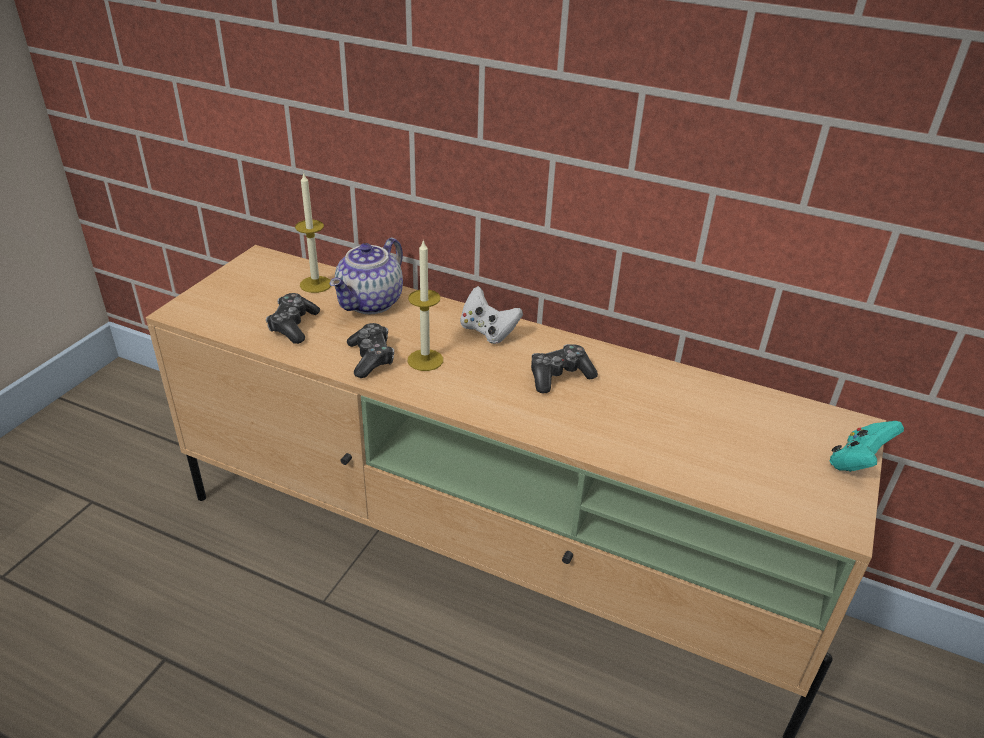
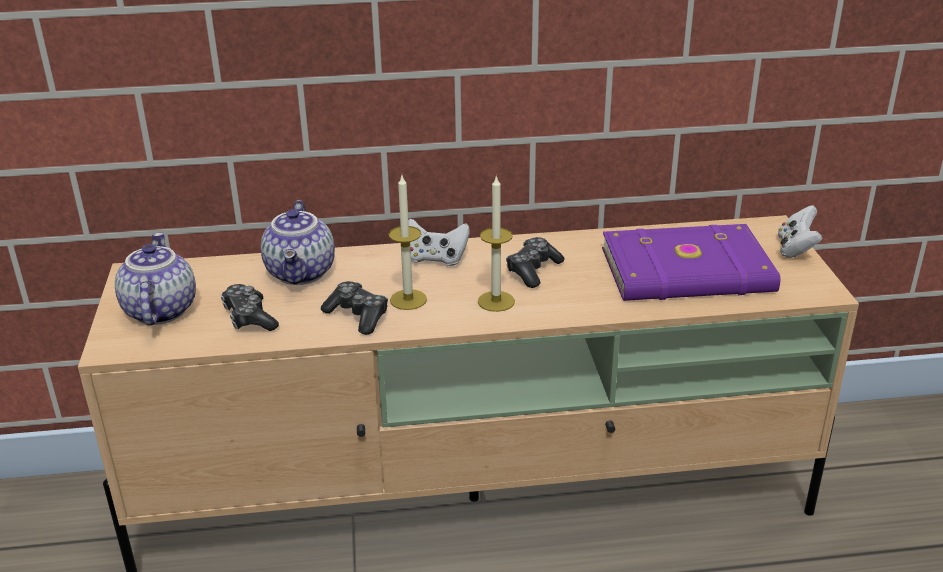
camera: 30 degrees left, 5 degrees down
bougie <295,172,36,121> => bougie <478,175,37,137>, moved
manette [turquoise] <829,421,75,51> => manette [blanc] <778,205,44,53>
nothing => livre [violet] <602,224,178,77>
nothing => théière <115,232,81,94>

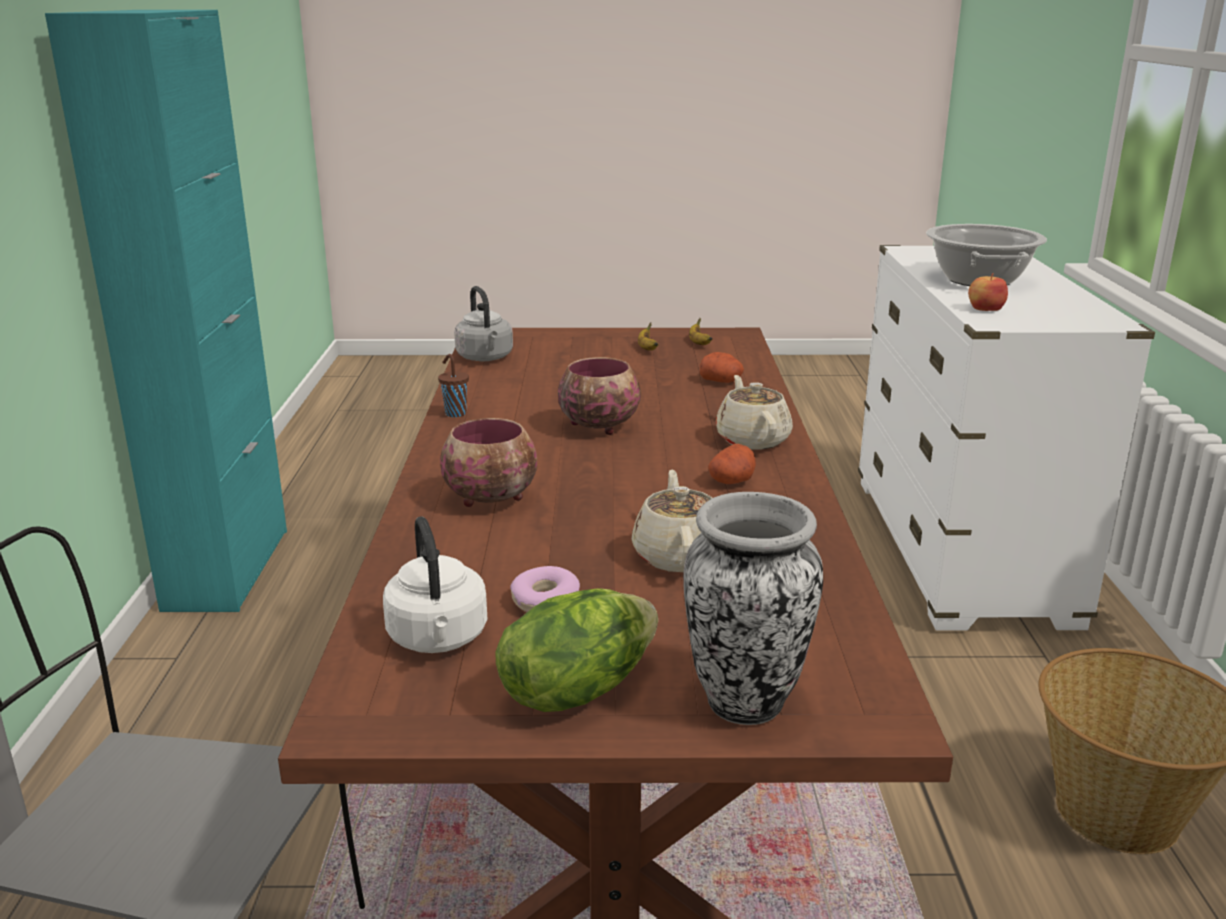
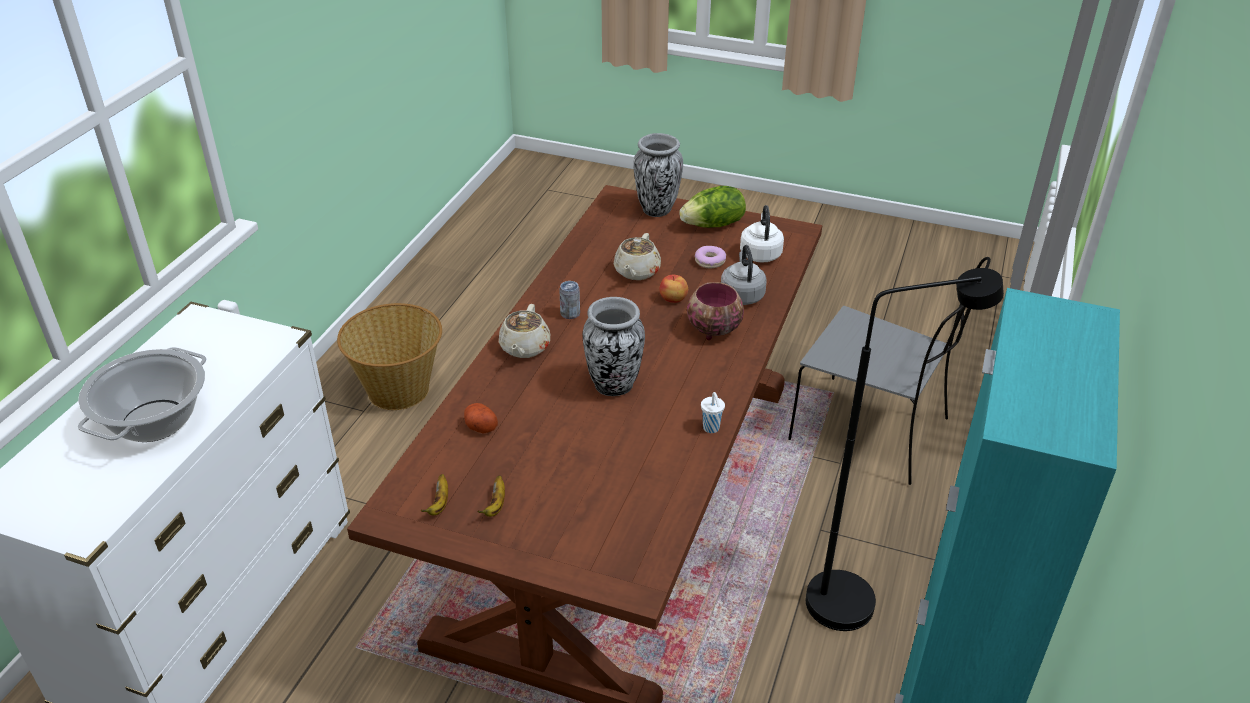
camera: 160 degrees left, 15 degrees up
pomme <968,273,40,38> => pomme <659,275,29,28>, moved
bouilloire [gris] <454,286,59,75> => bouilloire [gris] <721,245,46,60>, moved
tasse [marron] <438,354,31,63> => tasse [blanc] <701,392,24,41>
bol <558,357,83,78> => vase <583,297,62,99>
pomme de terre <708,444,48,40> => boîte métallique <559,281,21,38>
nothing => lampadaire [noir] <806,268,198,363>

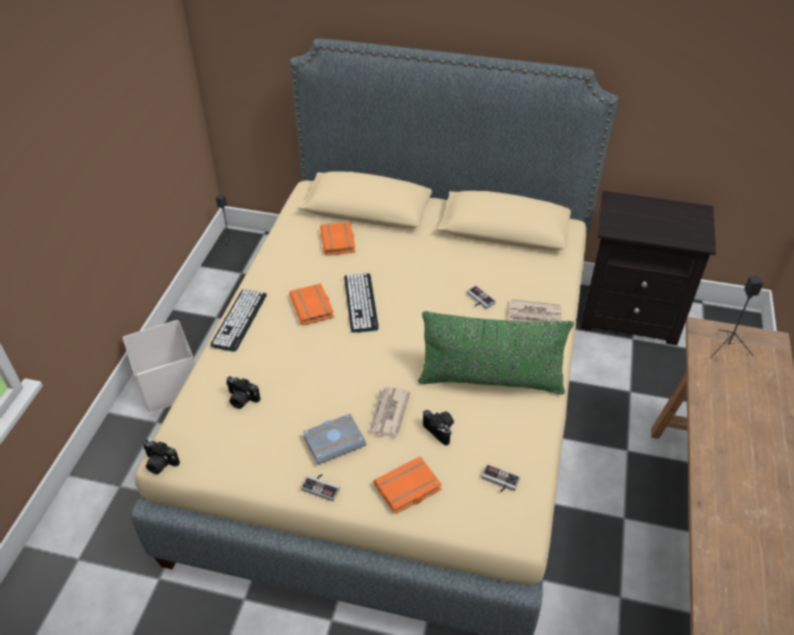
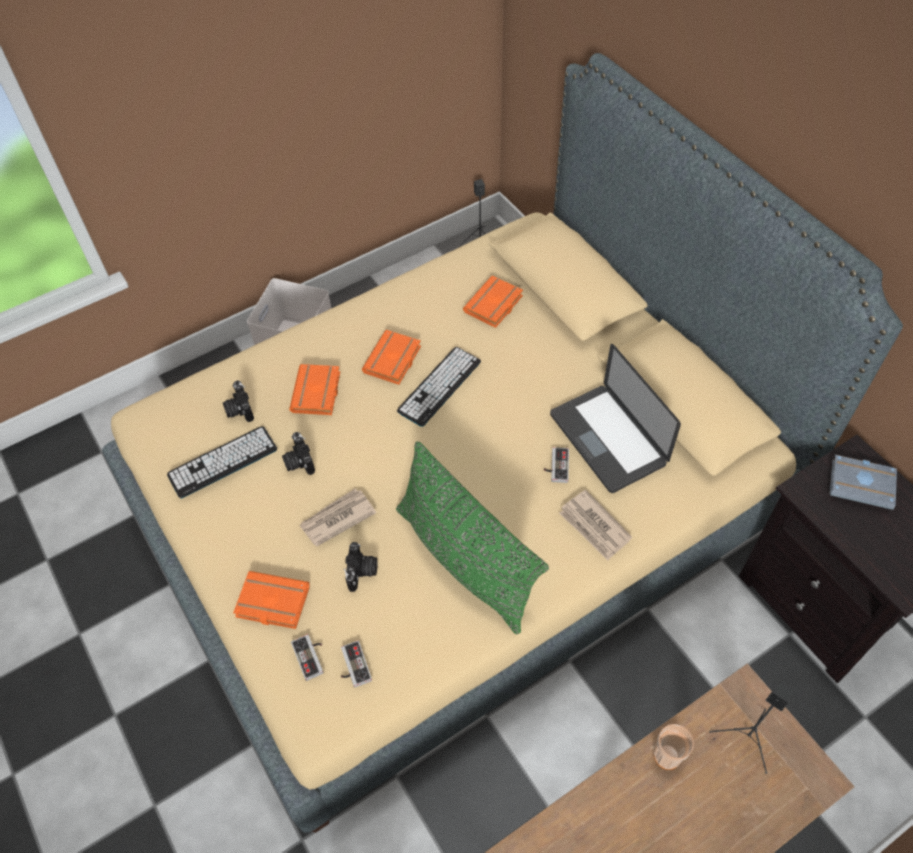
camera: 45 degrees right, 10 degrees up
clavier <210,289,57,63> => clavier <167,426,110,72>, moved
livre [gris] <303,414,63,51> => livre [gris] <829,455,68,55>, moved
appareil photo <142,439,38,35> => appareil photo <282,432,33,43>, moved
manette <301,474,39,27> => manette <291,634,32,47>, moved
nothing => ordinateur portable <550,344,131,149>
nothing => livre [orange] <289,364,51,51>
nothing => tasse <654,724,40,46>

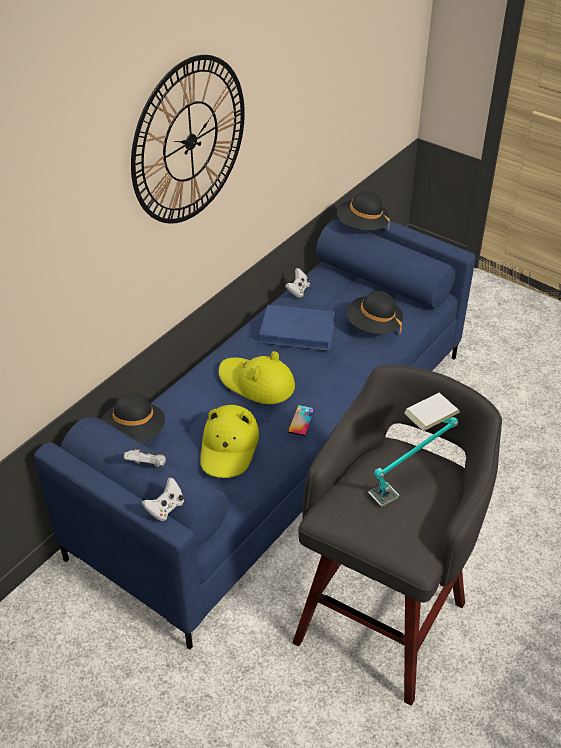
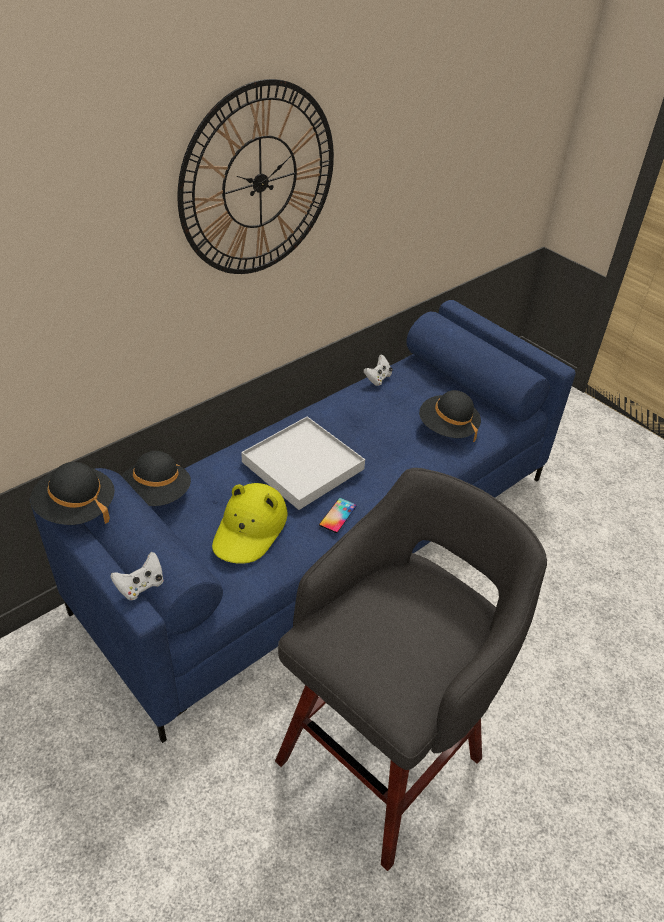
camera: 10 degrees right, 0 degrees up
chapeau [noir] <337,191,53,39> => chapeau [noir] <30,462,85,63>, moved
livre [bleu] <259,305,76,46> => nothing
chapeau [jaune] <219,351,76,53> => plateau [blanc] <241,416,124,94>
lampe de table <368,393,92,114> => nothing
manette [blanc] <123,447,43,20> => nothing

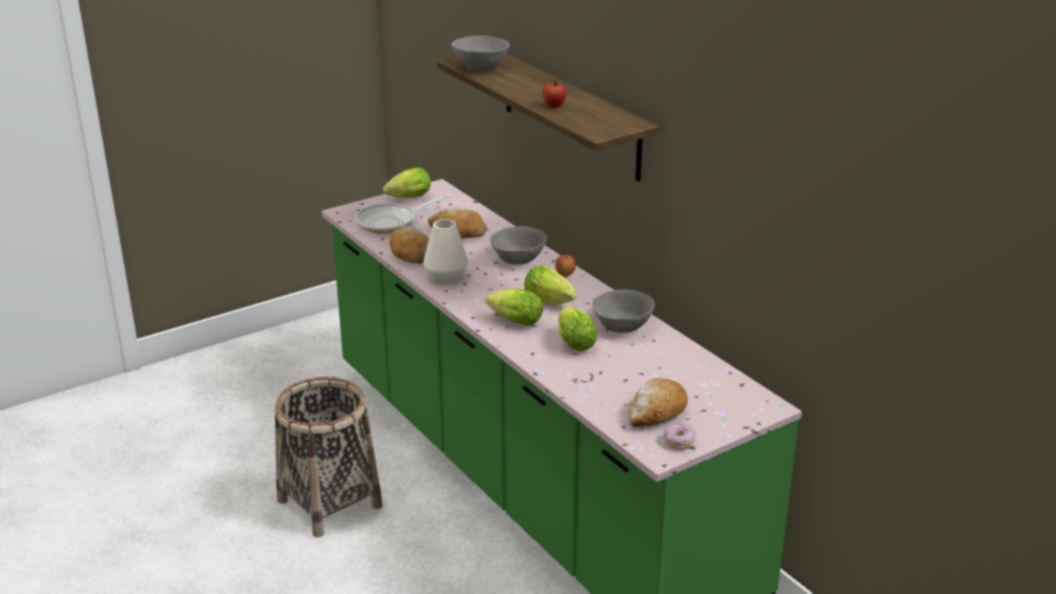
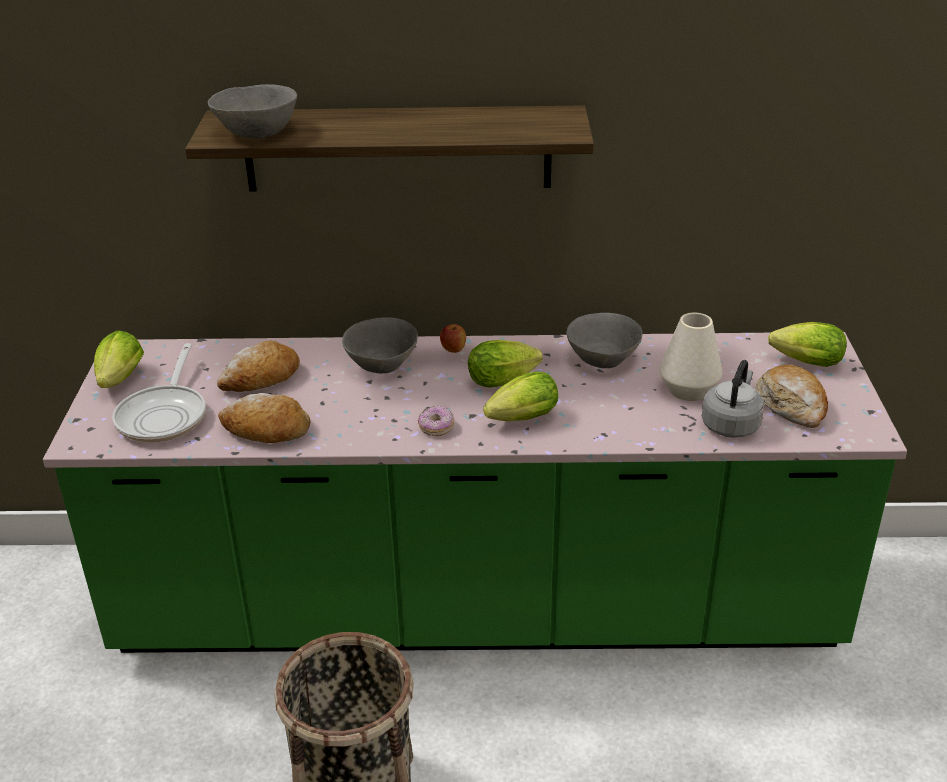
camera: 55 degrees left, 5 degrees up
pomme <542,79,25,29> => nothing
vase [blanc] <423,219,45,65> => vase [blanc] <660,312,62,89>, moved
laitue <558,306,39,45> => laitue <768,322,79,45>, moved
beignet <664,424,32,25> => beignet <418,405,36,31>, moved
nothing => bouilloire [gris] <702,360,62,78>

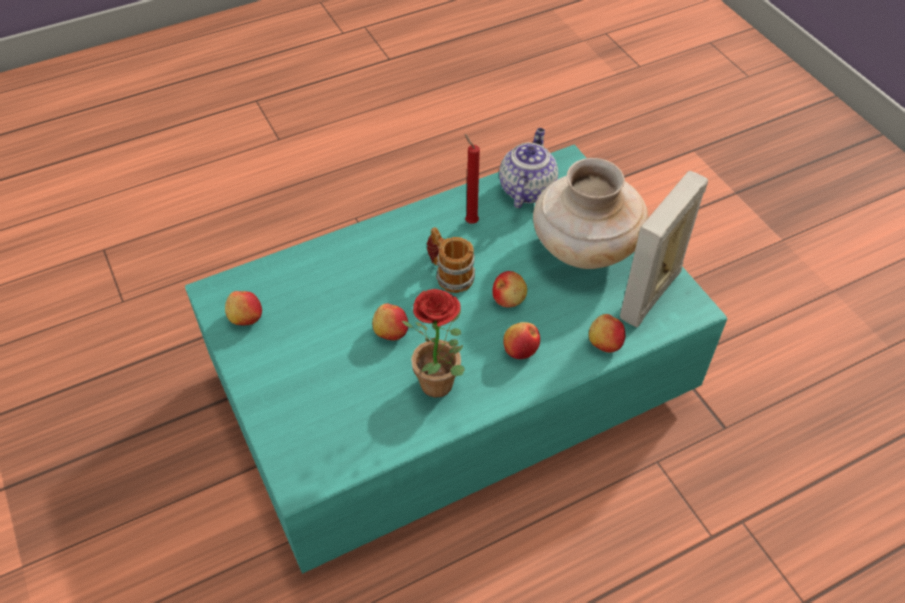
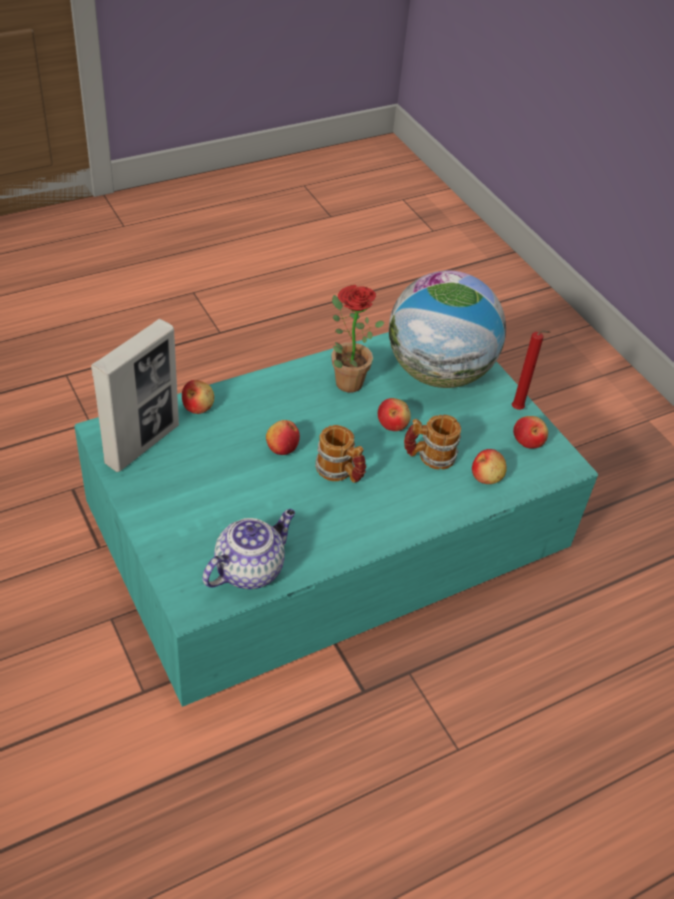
camera: 175 degrees right, 5 degrees down
théière <499,128,59,80> => théière <202,509,93,80>, 150 degrees counterclockwise
bougie [rouge] <464,134,16,90> => bougie [rouge] <512,330,38,80>, moved
vase [beige] <533,158,115,111> => nothing
pomme <504,322,36,37> => pomme <472,449,35,35>, moved
nothing => globe <389,270,117,118>
nothing => mug <404,415,57,55>

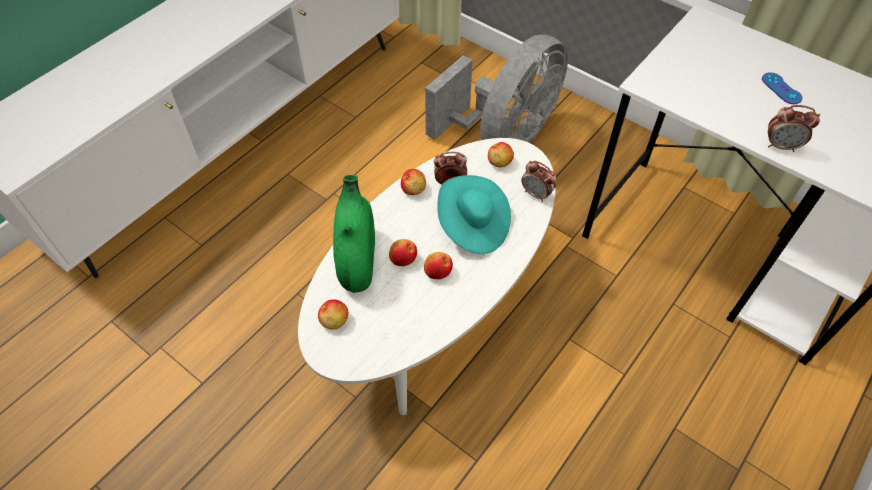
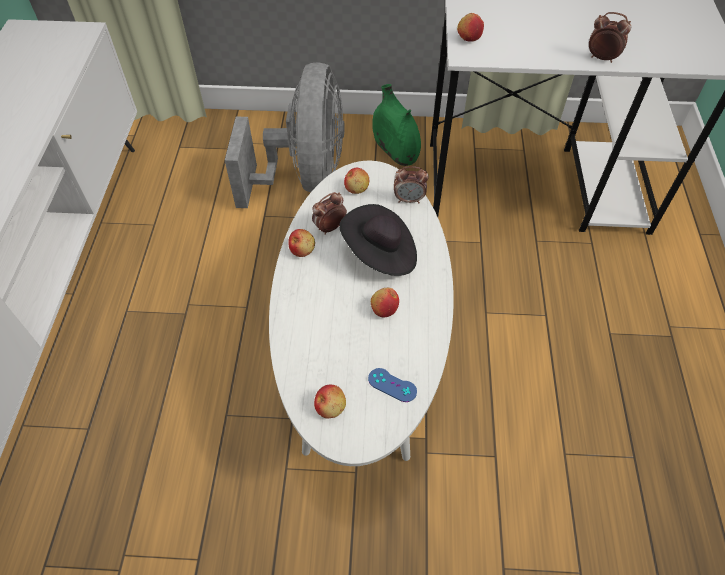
camera: 35 degrees left, 0 degrees up
manette [bleu] <762,72,40,32> => manette [bleu] <368,368,49,34>, moved
réveil <768,105,52,47> => réveil <589,12,42,51>, 135 degrees counterclockwise
vase [vert] <333,175,42,118> => vase [vert] <372,84,49,82>, moved
chapeau [turquoise] <437,175,74,79> => chapeau [noir] <339,204,78,72>
pomme <389,239,28,27> => pomme <457,13,27,29>, moved

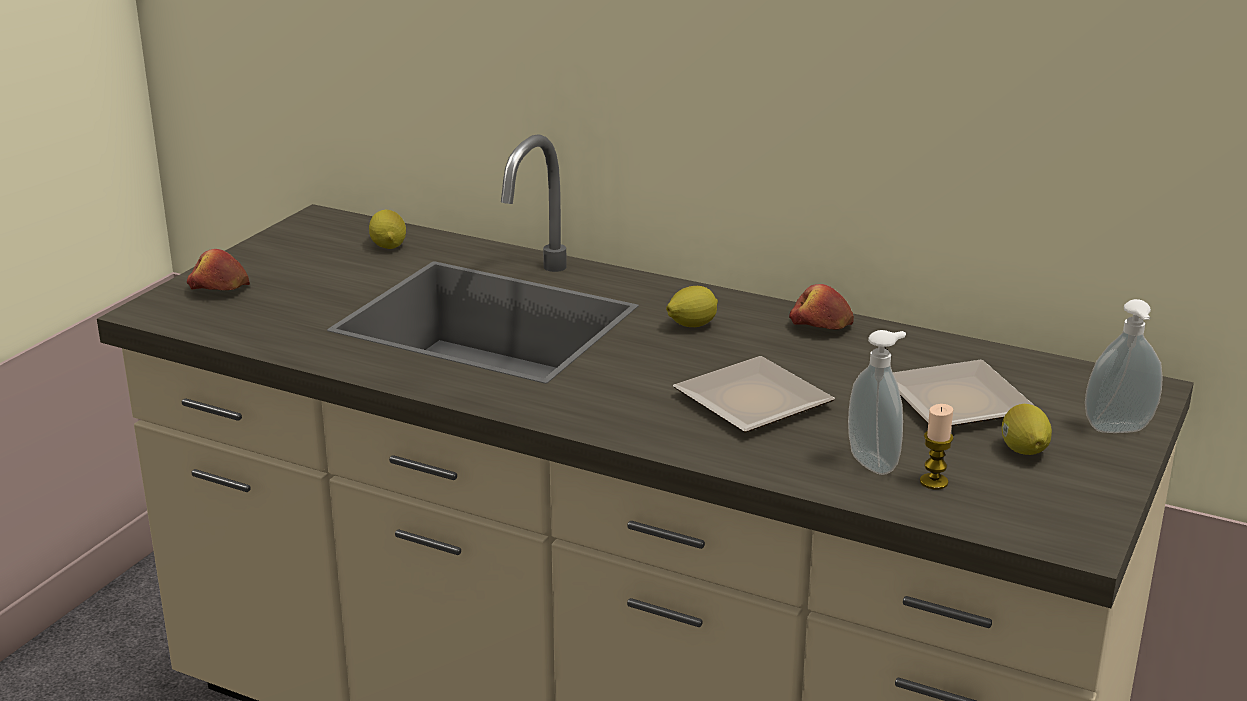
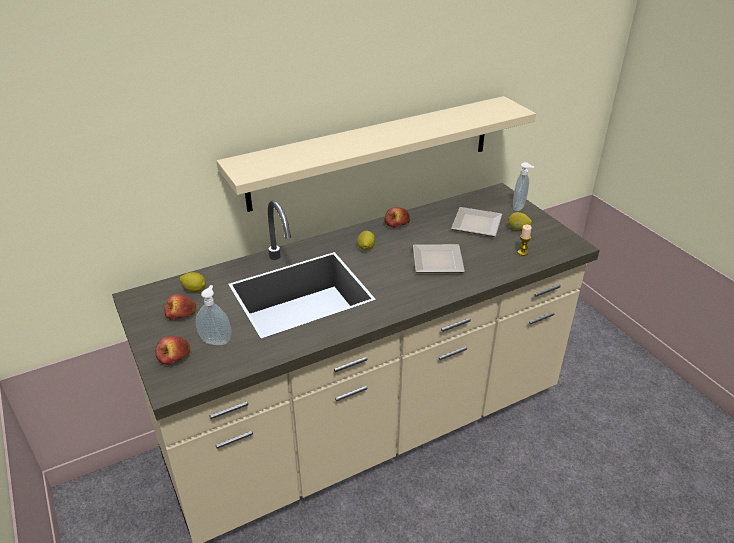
camera: 55 degrees left, 10 degrees up
distributeur de savon <848,330,58,145> => distributeur de savon <196,285,36,60>, moved
nothing => étagère [beige] <217,96,319,116>
nothing => pomme <164,294,32,26>

